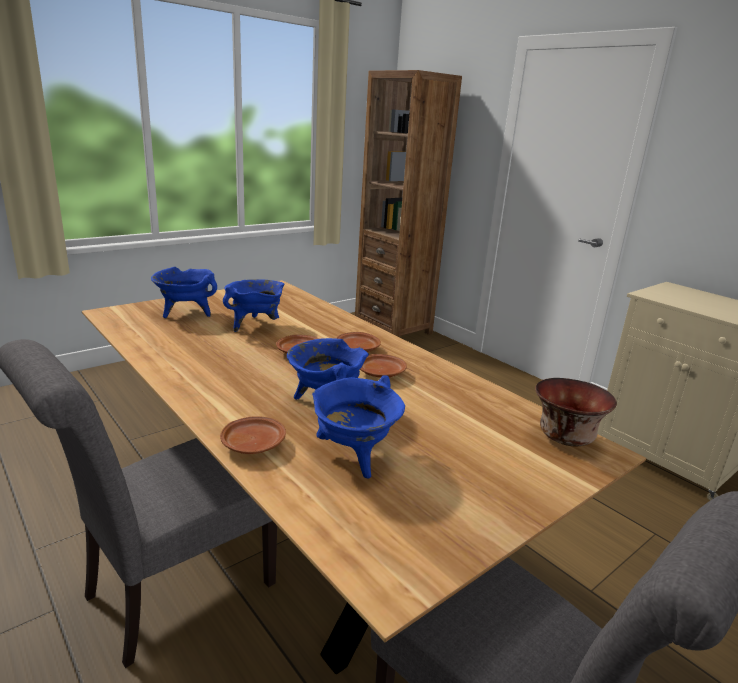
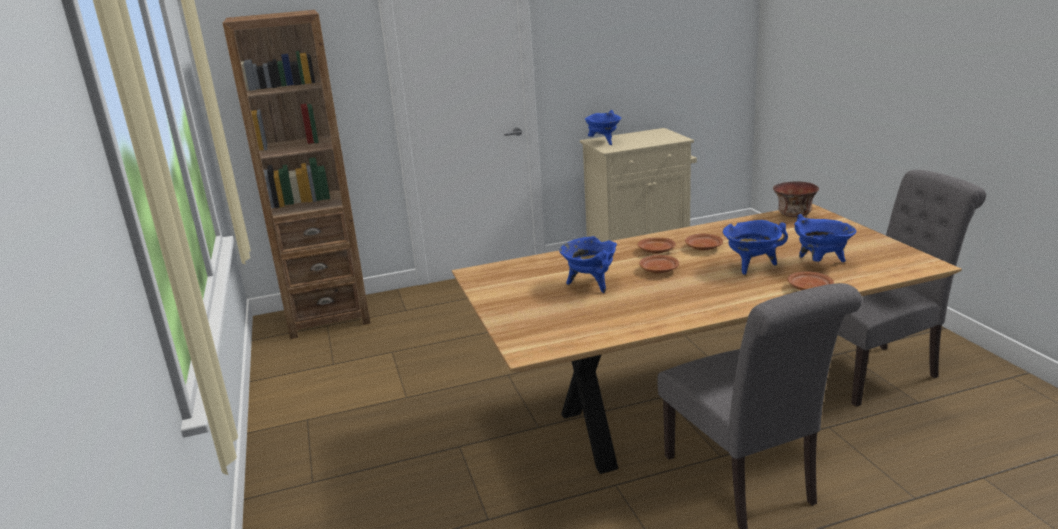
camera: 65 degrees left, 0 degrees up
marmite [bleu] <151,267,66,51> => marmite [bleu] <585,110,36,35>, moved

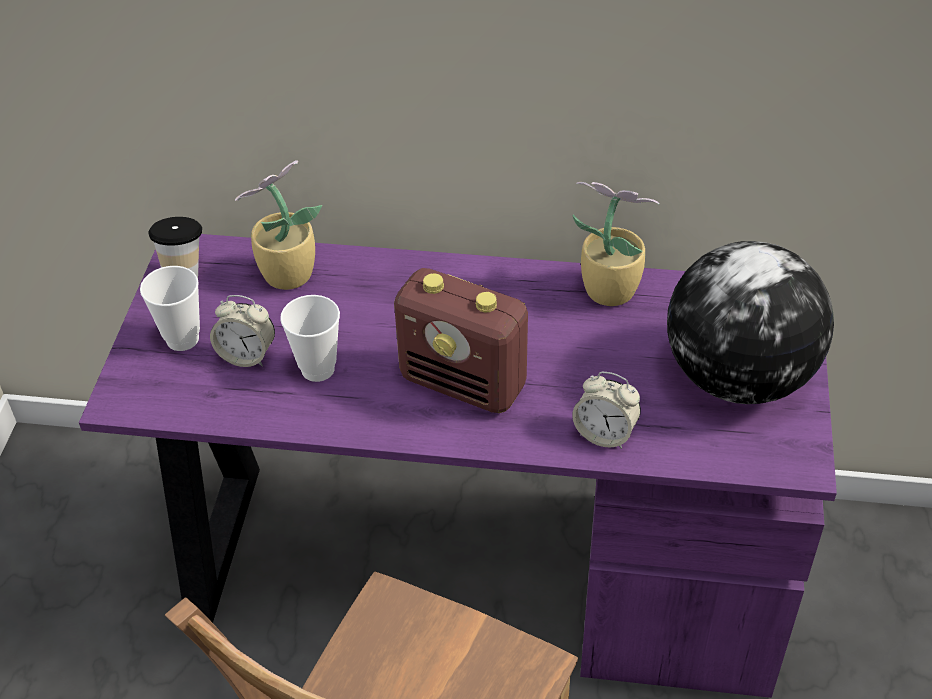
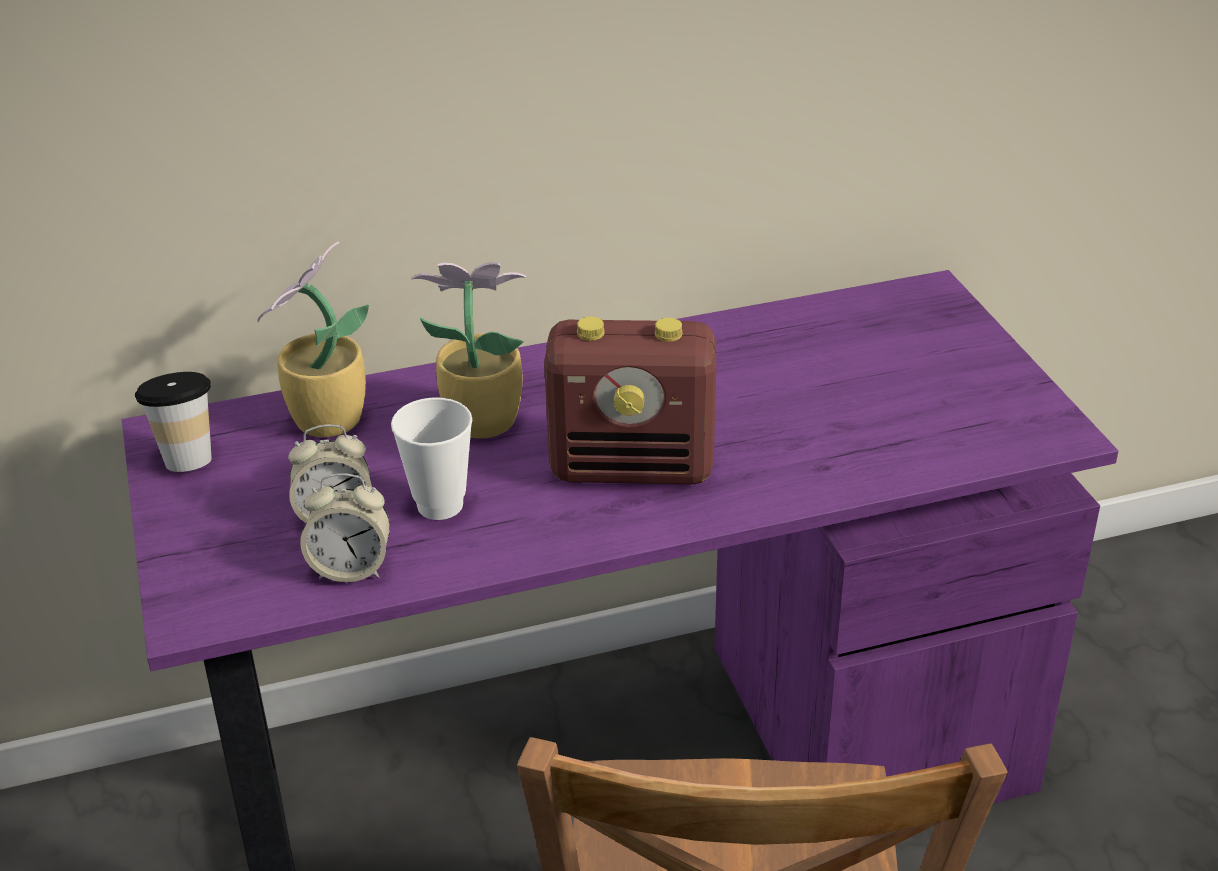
camera: 25 degrees left, 10 degrees down
plante en pot <572,182,88,124> => plante en pot <411,262,115,177>, moved
globe <667,241,167,163> => nothing
tasse <140,266,60,85> => nothing
réveil <572,372,69,77> => réveil <300,473,90,109>, moved

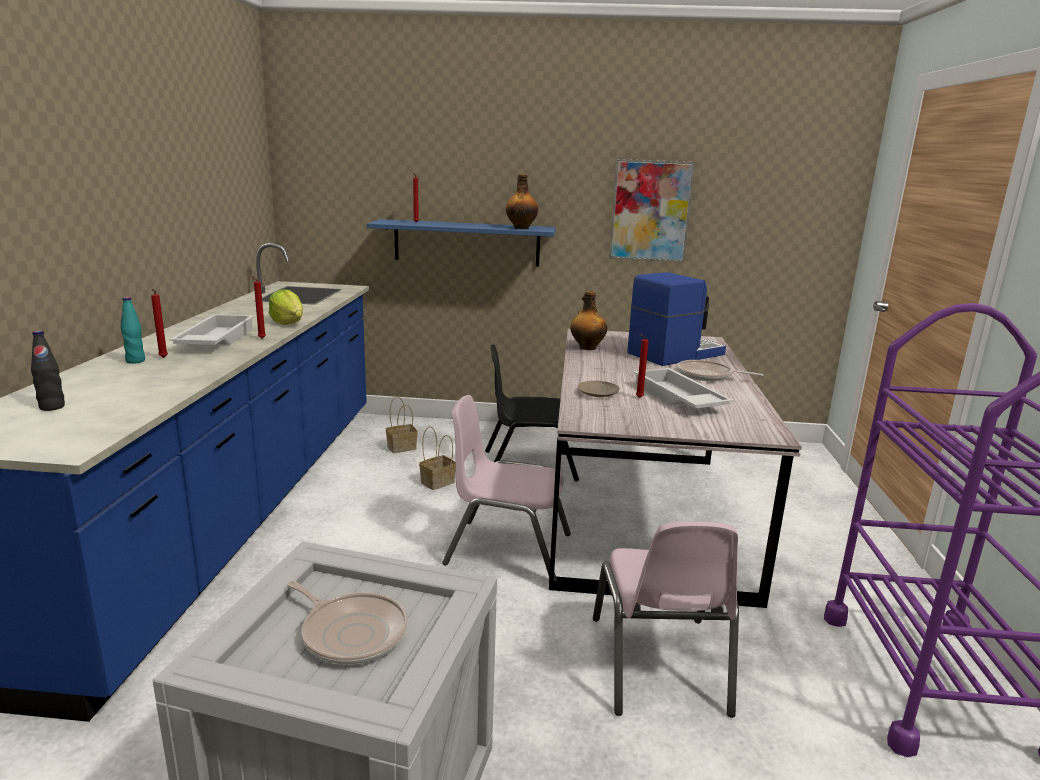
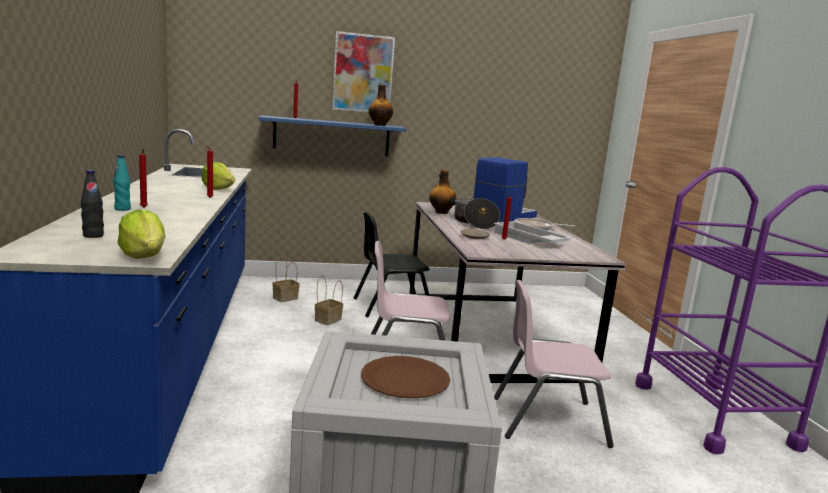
camera: 15 degrees left, 5 degrees down
tableau <609,159,86,103> => tableau <332,31,63,81>, moved
plateau [blanc] <169,314,86,31> => nothing
chaise [rose] <593,521,146,197> => chaise [rose] <494,280,120,168>, 105 degrees clockwise
poêle <287,581,121,84> => assiette [marron] <361,356,89,42>
nothing => marmite <450,197,50,32>
nothing => laitue <118,209,47,50>

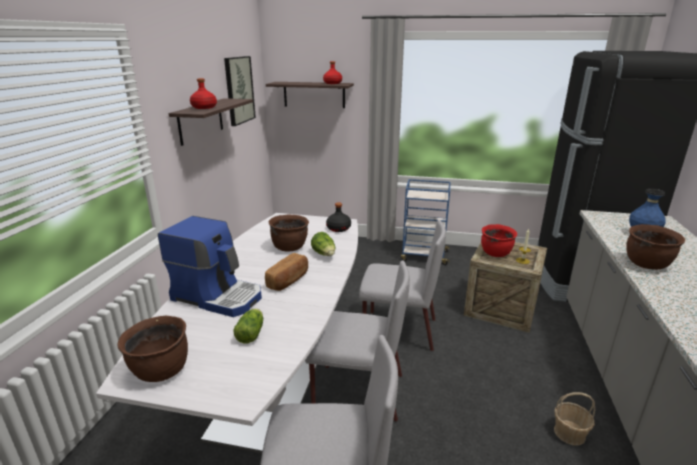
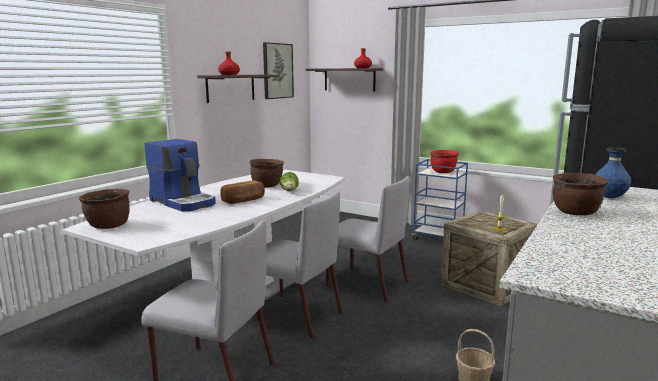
camera: 20 degrees right, 10 degrees down
bouteille [noir] <326,202,25,30> => nothing
marmite [rouge] <481,224,36,33> => marmite [rouge] <430,150,29,23>, moved
laitue <233,309,30,35> => nothing

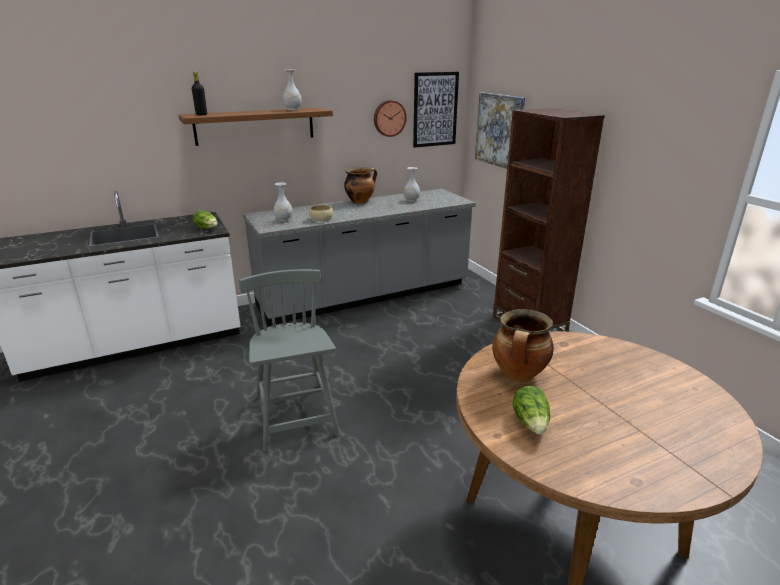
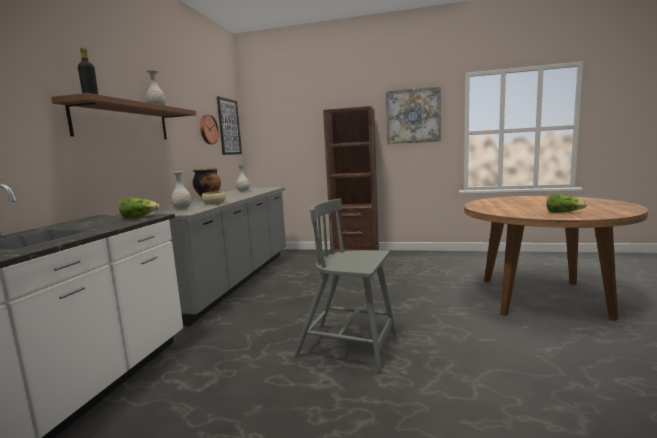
camera: 50 degrees left, 15 degrees down
tableau <475,93,50,76> => tableau <386,87,54,57>, moved
marmite <492,309,62,73> => nothing

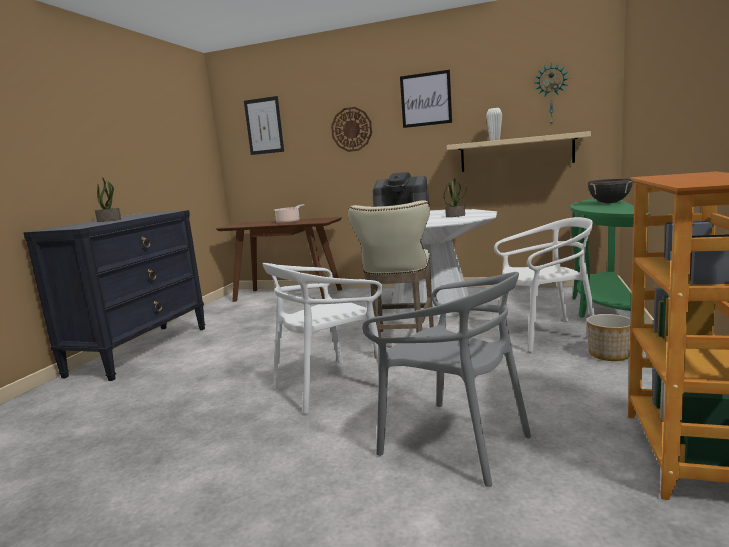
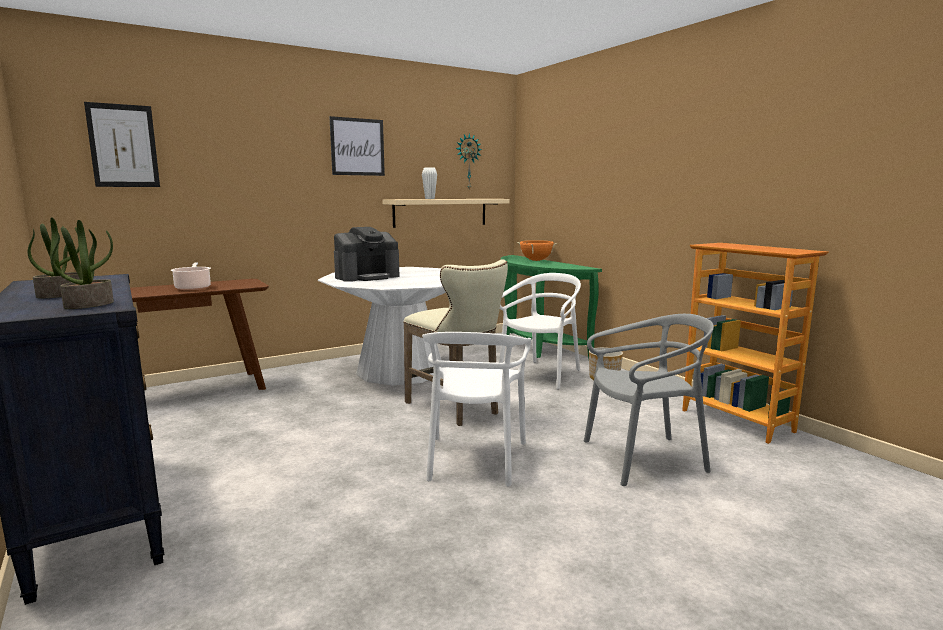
camera: 50 degrees left, 0 degrees up
horloge murale <331,107,41,45> => nothing
plante en pot <443,178,23,39> => plante en pot <51,220,63,89>, moved
marmite [noir] <588,178,45,25> => marmite [orange] <517,240,40,21>

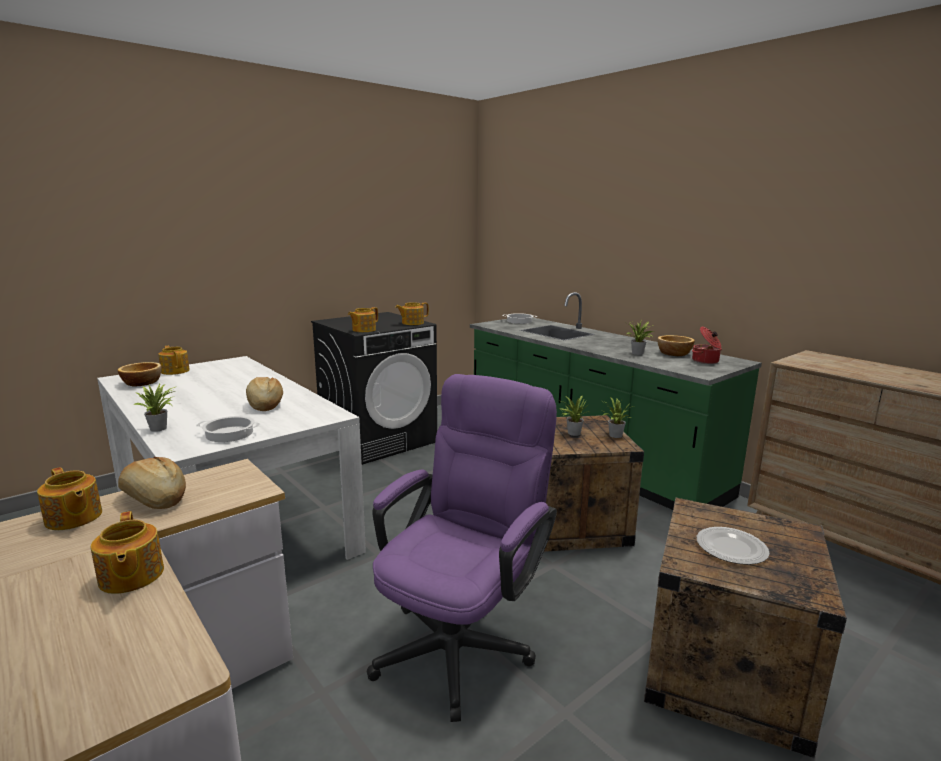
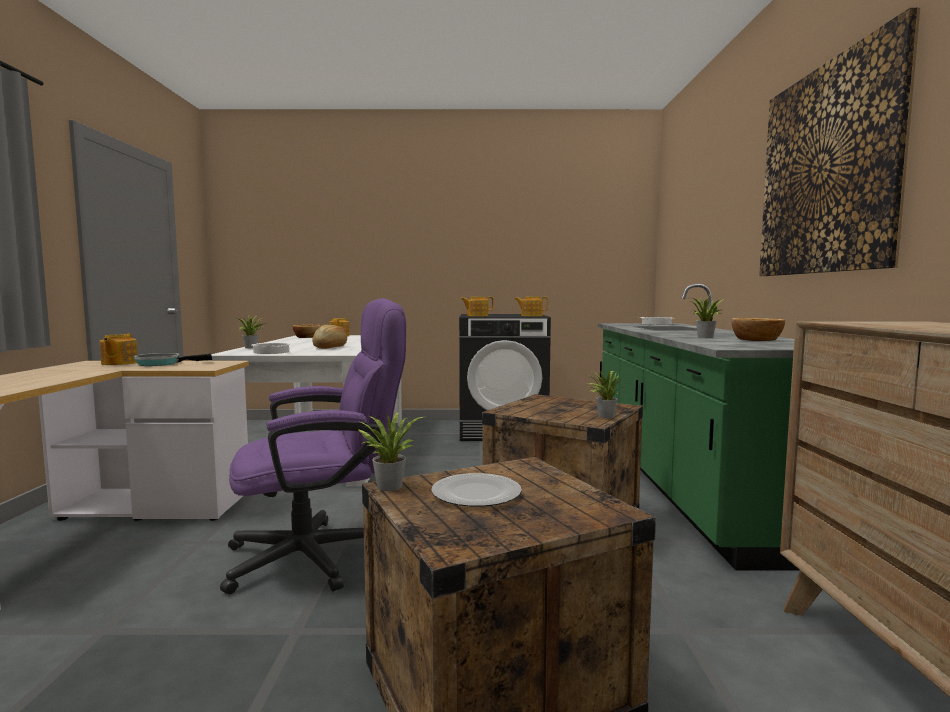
camera: 40 degrees right, 10 degrees down
marmite <692,326,30,38> => nothing
plante en pot <561,395,27,41> => plante en pot <357,412,66,79>, moved
pain <118,457,68,52> => poêle <134,353,78,13>
théière <91,511,73,83> => nothing
nothing => tableau <759,7,161,269>

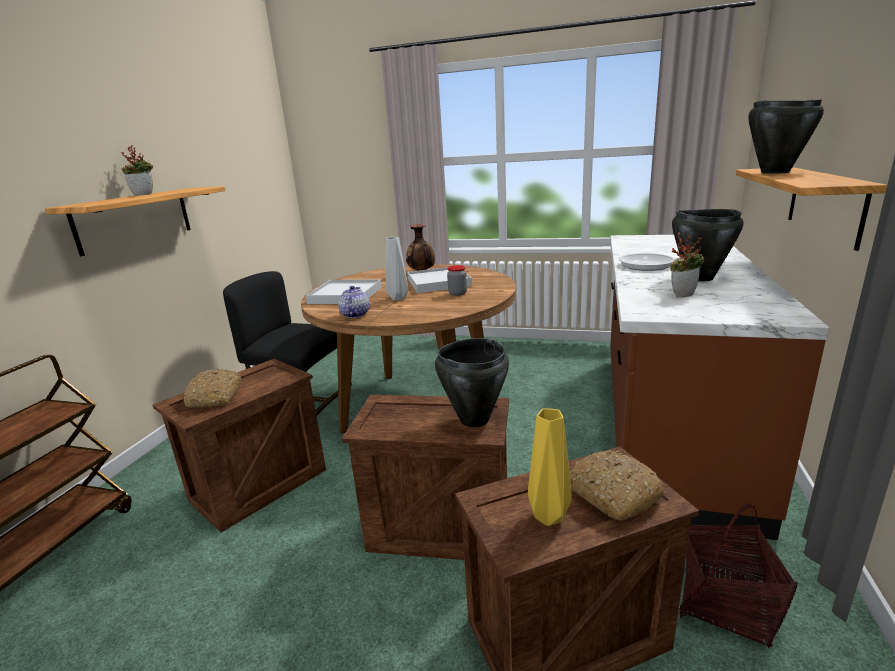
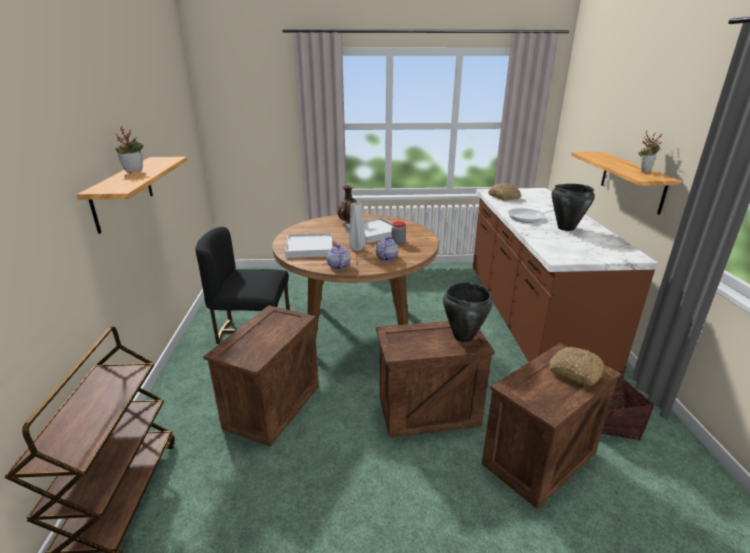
camera: 20 degrees left, 5 degrees up
marmite [noir] <748,100,76,74> => nothing
plante en pot <670,232,34,66> => plante en pot <638,131,24,42>, moved
pain <184,369,57,39> => pain <489,183,32,18>, moved
vase [jaune] <528,408,44,118> => nothing
nothing => théière <375,236,23,25>

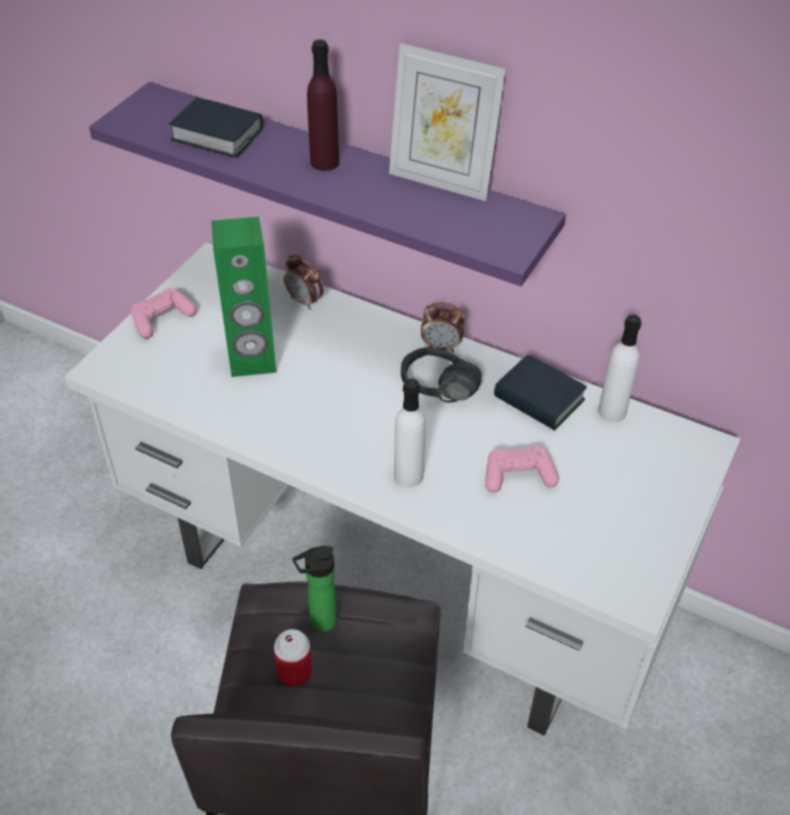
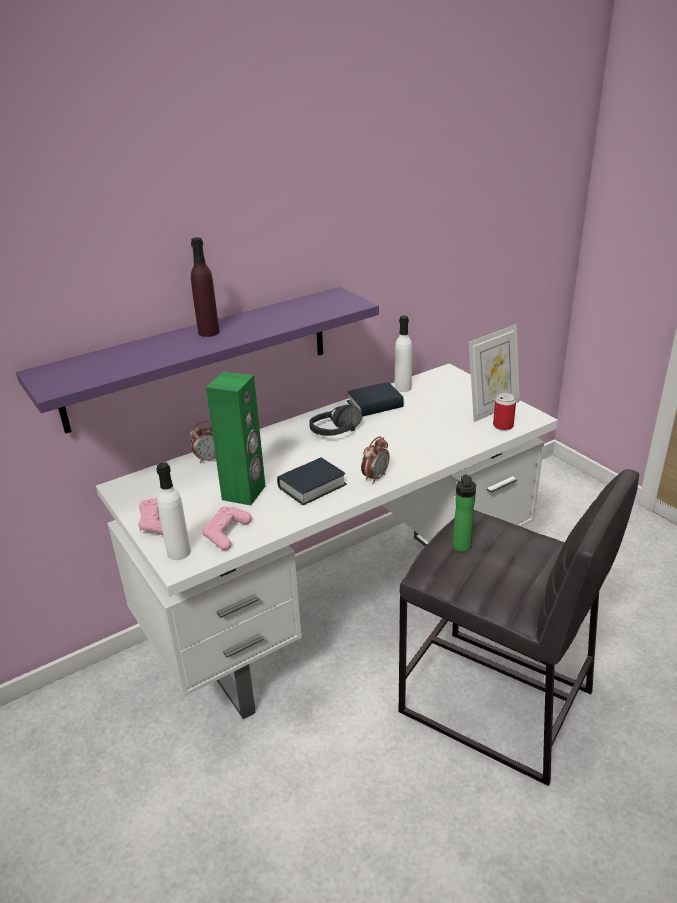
camera: 60 degrees left, 15 degrees down
cadre photo <389,43,117,158> => cadre photo <469,324,51,98>, moved
livre <169,97,94,61> => livre <277,458,70,47>, moved
réveil <421,302,45,50> => réveil <361,436,29,48>, moved
bouteille [blanc] <394,379,32,109> => bouteille [blanc] <156,462,35,98>, moved
manette [rose] <485,446,74,47> => manette [rose] <202,506,50,44>, moved
boîte métallique <274,629,38,58> => boîte métallique <493,393,23,37>, moved

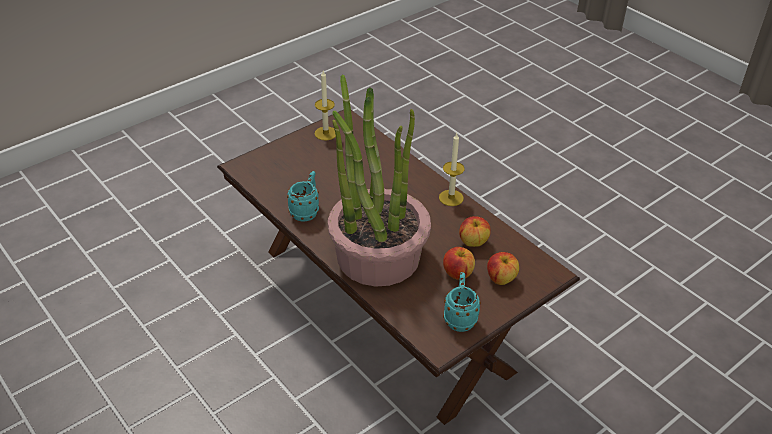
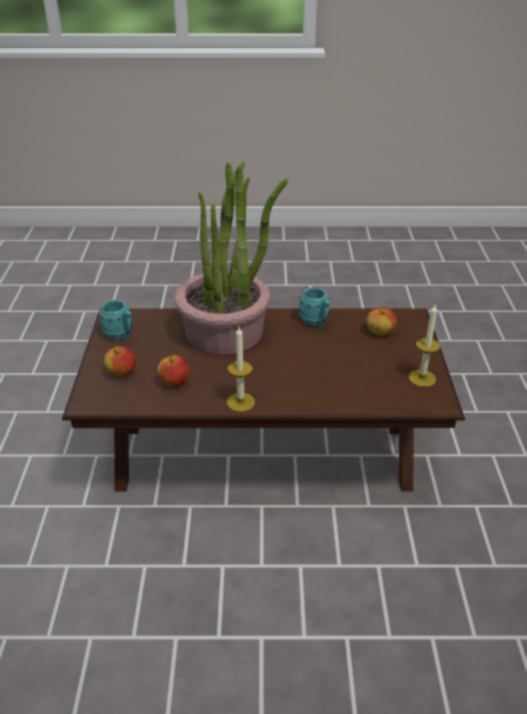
camera: 130 degrees right, 5 degrees down
pomme <443,247,32,33> => pomme <367,307,30,29>, moved

